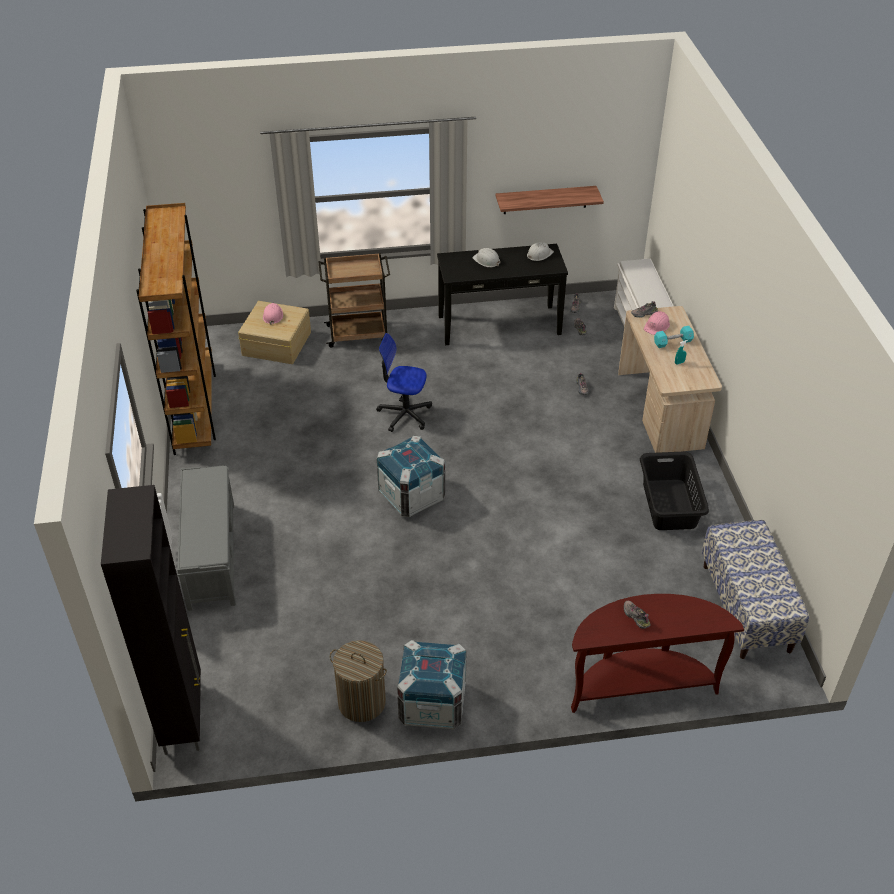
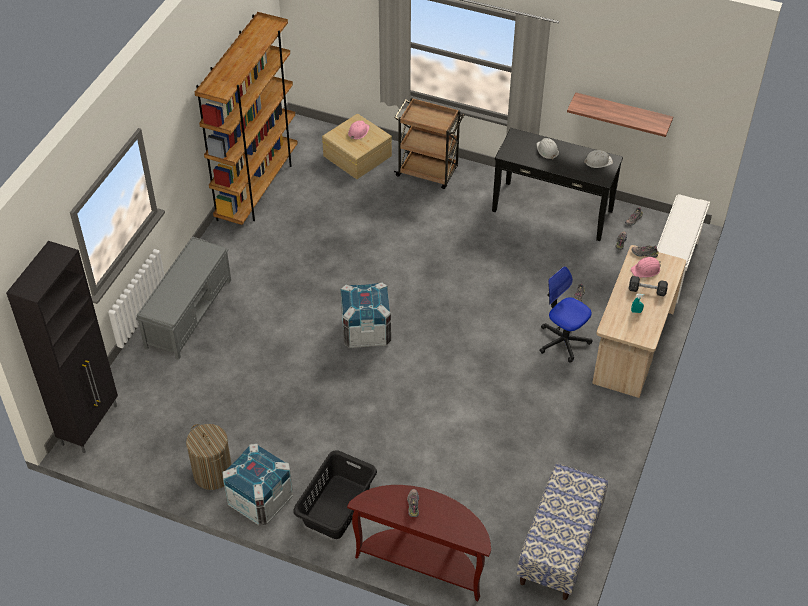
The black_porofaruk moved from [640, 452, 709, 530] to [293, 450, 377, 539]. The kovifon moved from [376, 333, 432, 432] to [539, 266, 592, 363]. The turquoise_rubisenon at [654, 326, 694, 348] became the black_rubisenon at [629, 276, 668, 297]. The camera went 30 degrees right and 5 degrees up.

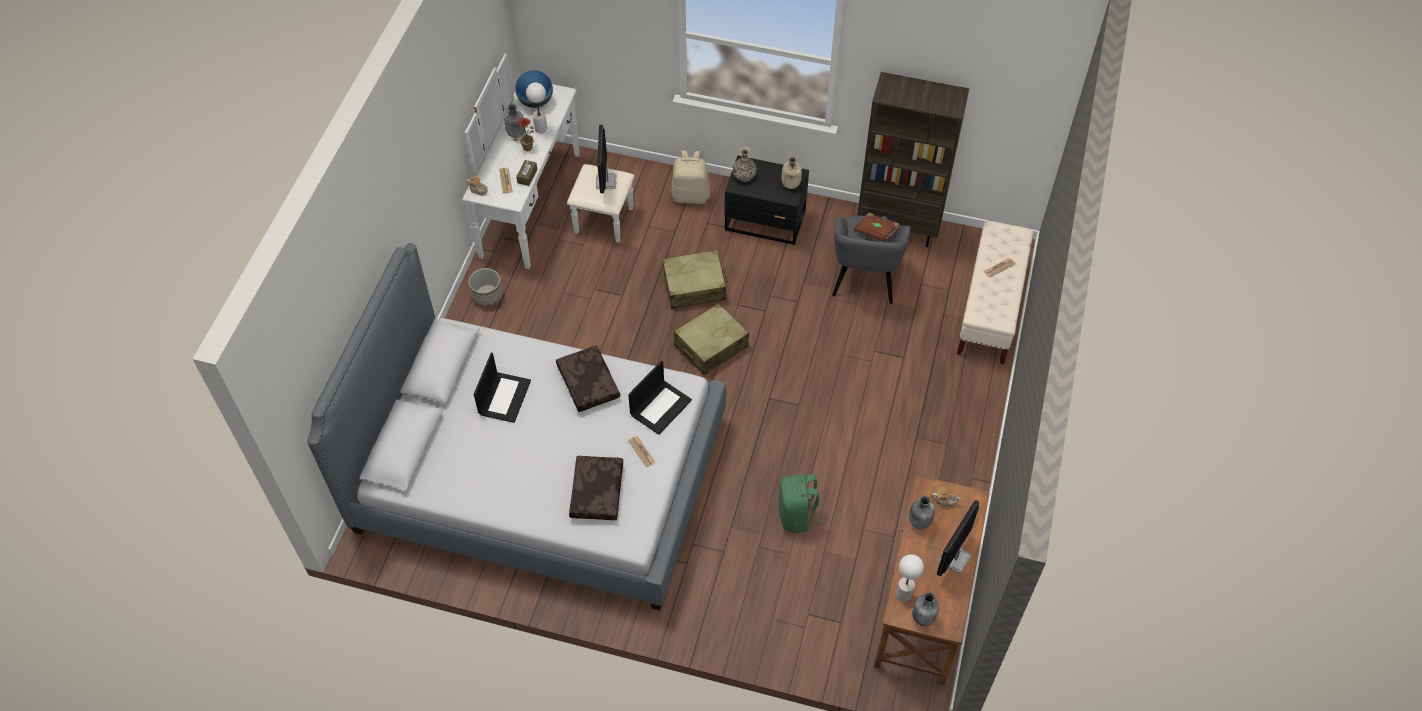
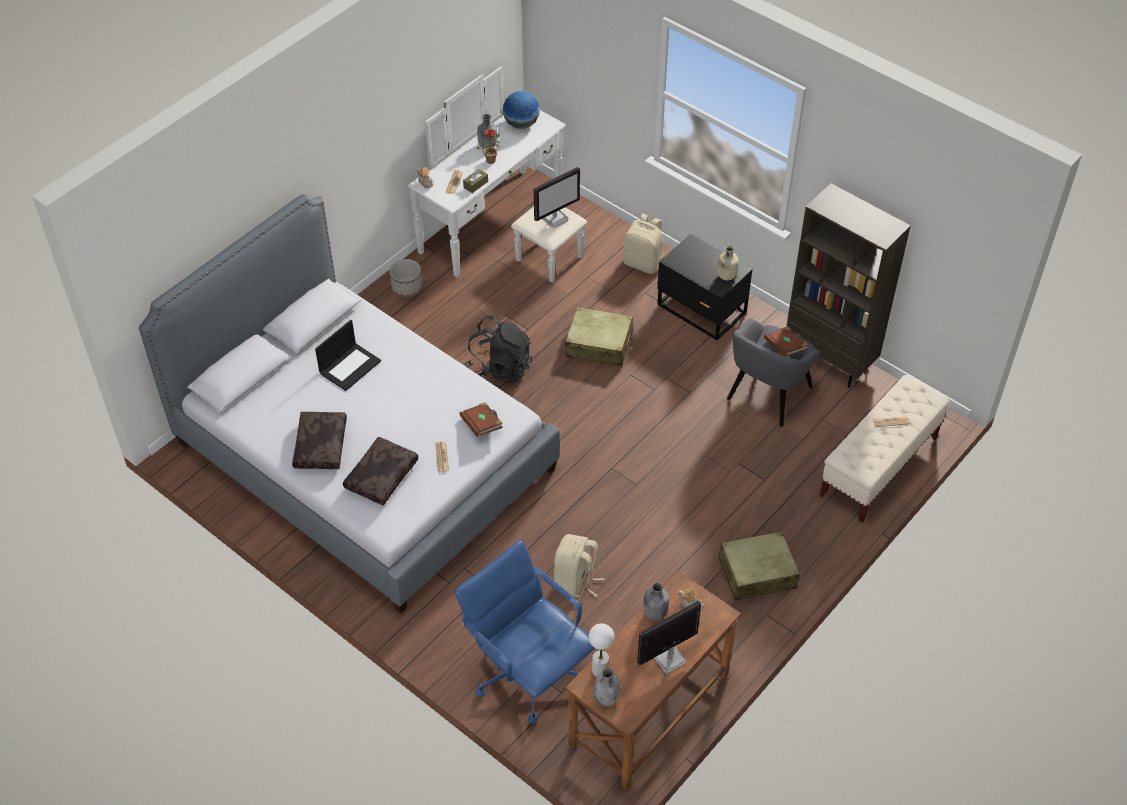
The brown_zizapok moved from [556, 345, 620, 412] to [292, 412, 347, 469]. The blue_kovifon at [455, 540, 595, 724] appeared. The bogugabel at [628, 360, 692, 435] was replaced by the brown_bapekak at [460, 402, 503, 437]. The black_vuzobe at [464, 316, 532, 383] appeared. The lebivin at [596, 125, 616, 193] turned 150 degrees counterclockwise. The green_vuzobe at [779, 473, 823, 533] became the beige_vuzobe at [554, 534, 604, 598]. The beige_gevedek moved from [674, 303, 749, 375] to [719, 531, 800, 601]. The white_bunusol at [526, 82, 547, 133] disappeared. The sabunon at [732, 146, 757, 182] disappeared. The camera went 25 degrees right and 5 degrees down.

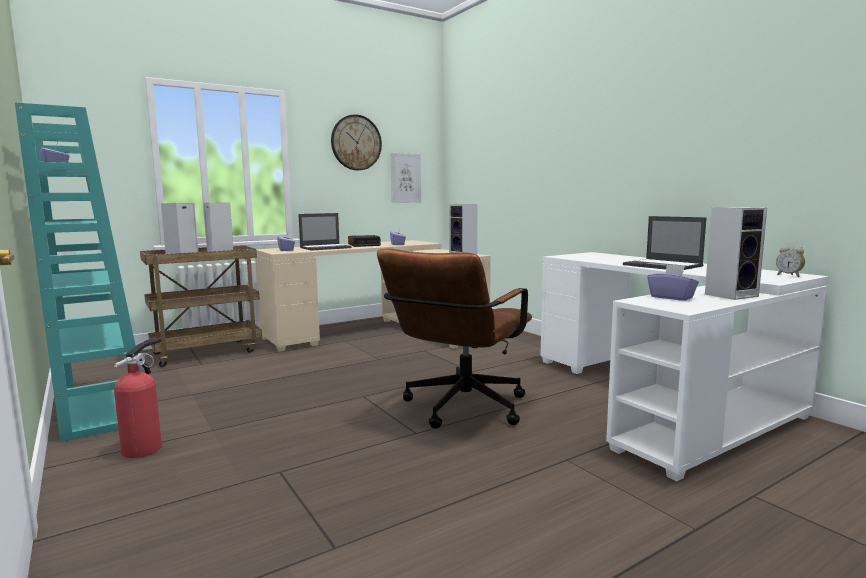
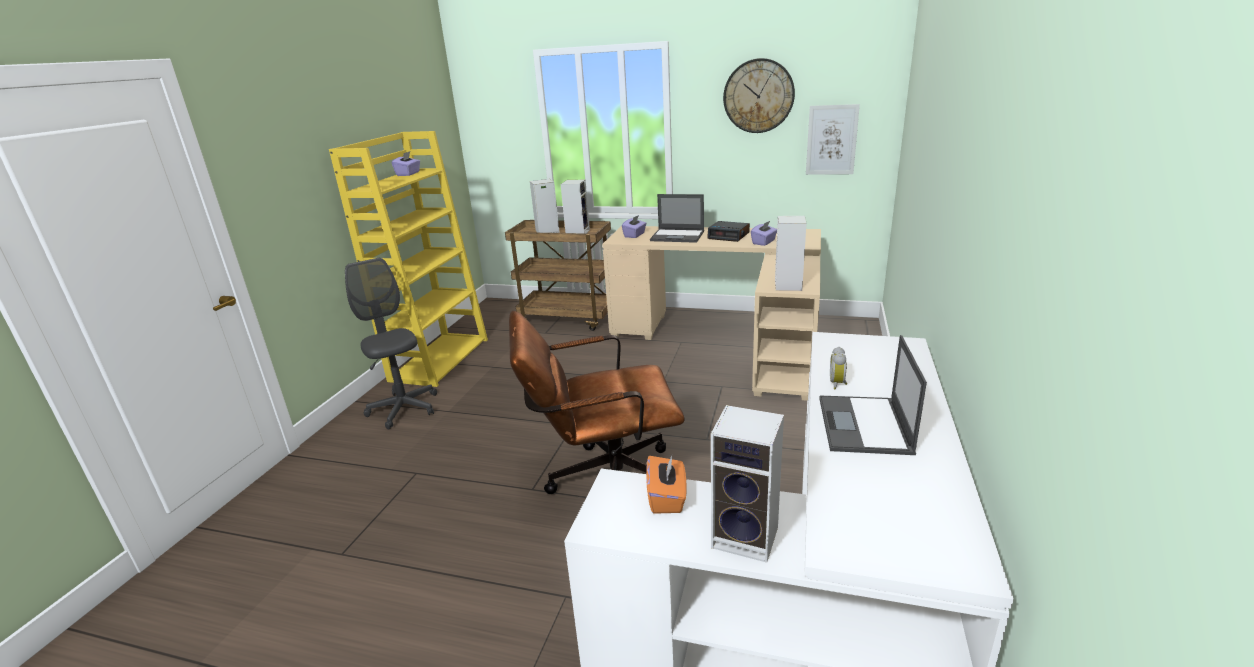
The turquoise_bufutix at [15, 102, 141, 442] became the yellow_bufutix at [329, 131, 488, 387]. The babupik at [114, 338, 162, 458] was replaced by the grey_kovifon at [345, 258, 437, 430]. The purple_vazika at [647, 264, 699, 301] became the orange_vazika at [646, 453, 687, 514]. The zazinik moved from [776, 246, 805, 277] to [830, 347, 847, 389]. The camera went 50 degrees right and 15 degrees up.

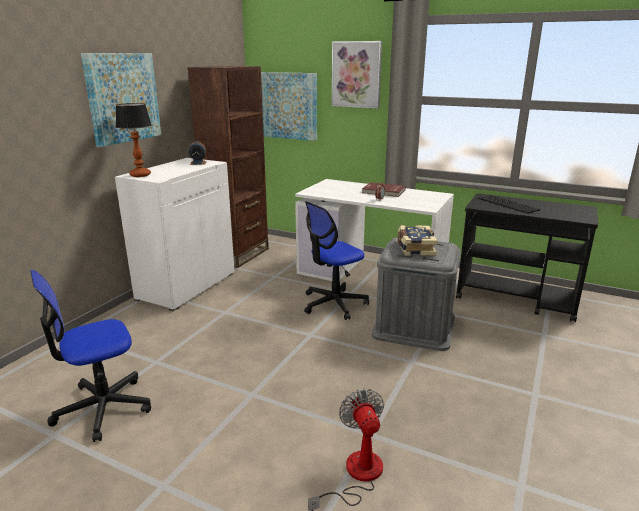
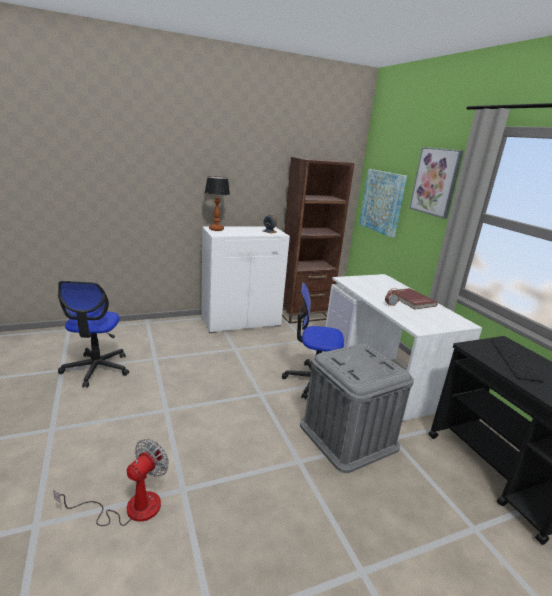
The kovifon at [30, 270, 151, 442] turned 105 degrees counterclockwise. The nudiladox at [81, 53, 161, 147] disappeared. The bapekak at [397, 225, 438, 256] disappeared. The camera went 40 degrees right and 0 degrees up.

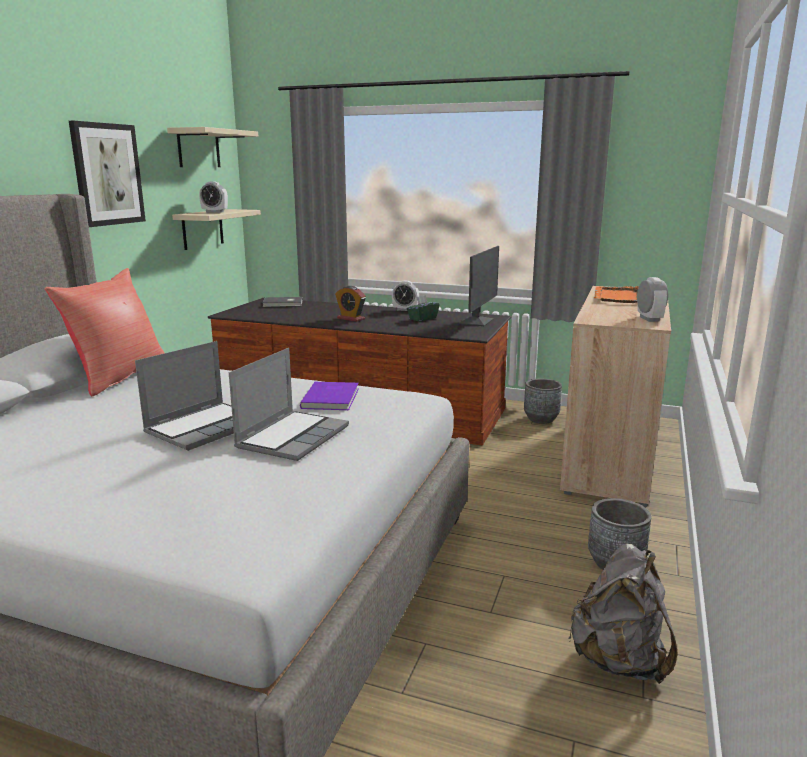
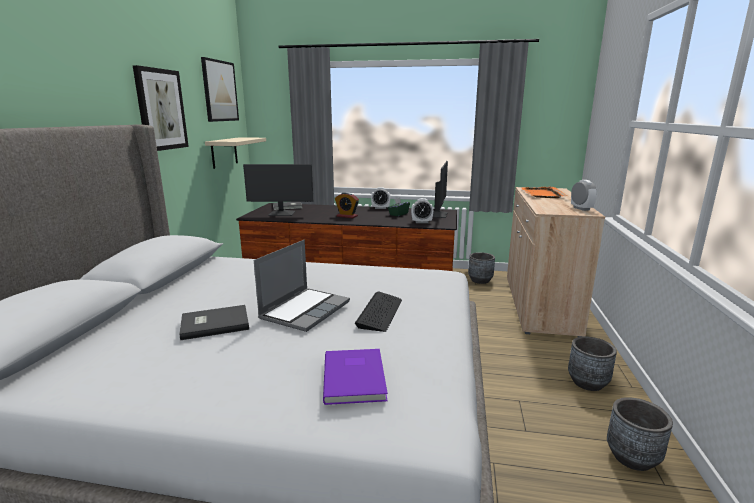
The grey_bapekak at [179, 305, 249, 340] appeared. The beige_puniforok at [167, 127, 258, 167] was replaced by the nudiladox at [201, 57, 239, 122]. The lebivin at [243, 164, 313, 216] appeared. The purple_bapekak moved from [300, 382, 359, 410] to [323, 349, 388, 405]. The bogugabel at [229, 348, 349, 461] was replaced by the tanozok at [355, 291, 402, 332]. The zazinik moved from [199, 181, 228, 213] to [411, 198, 433, 223]. The grey_vuzobe at [568, 544, 678, 684] was replaced by the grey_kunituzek at [607, 397, 673, 471]. The red_zizapok at [45, 268, 165, 397] disappeared. The camera went 10 degrees left and 0 degrees up.

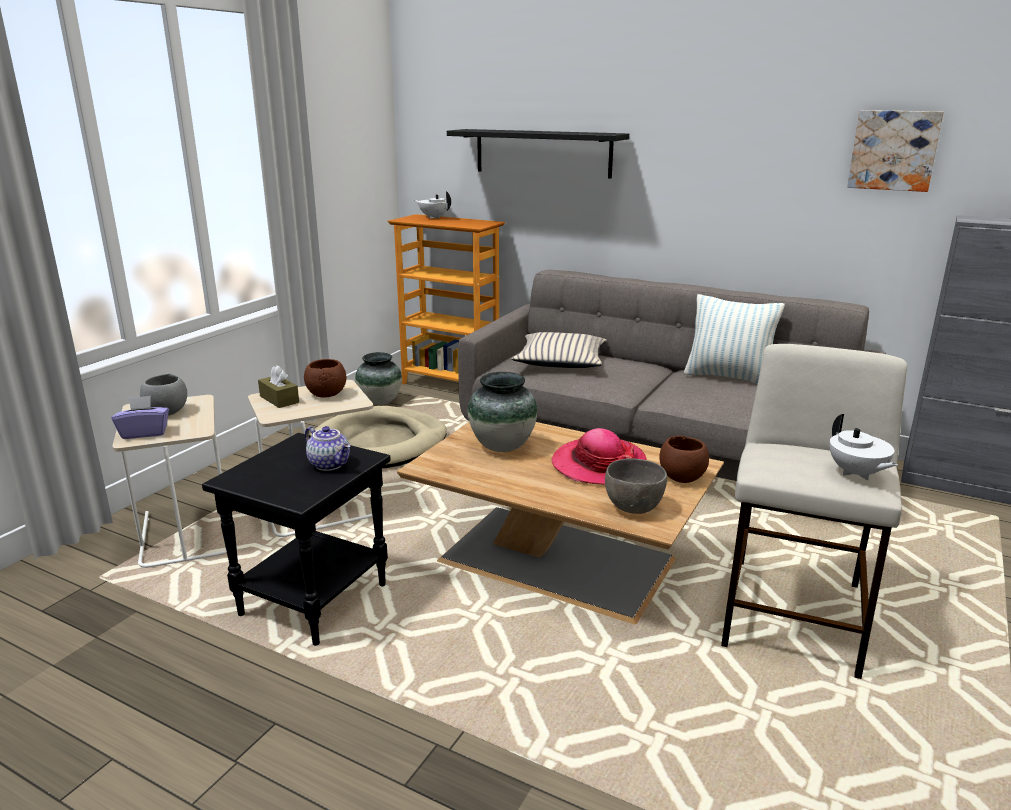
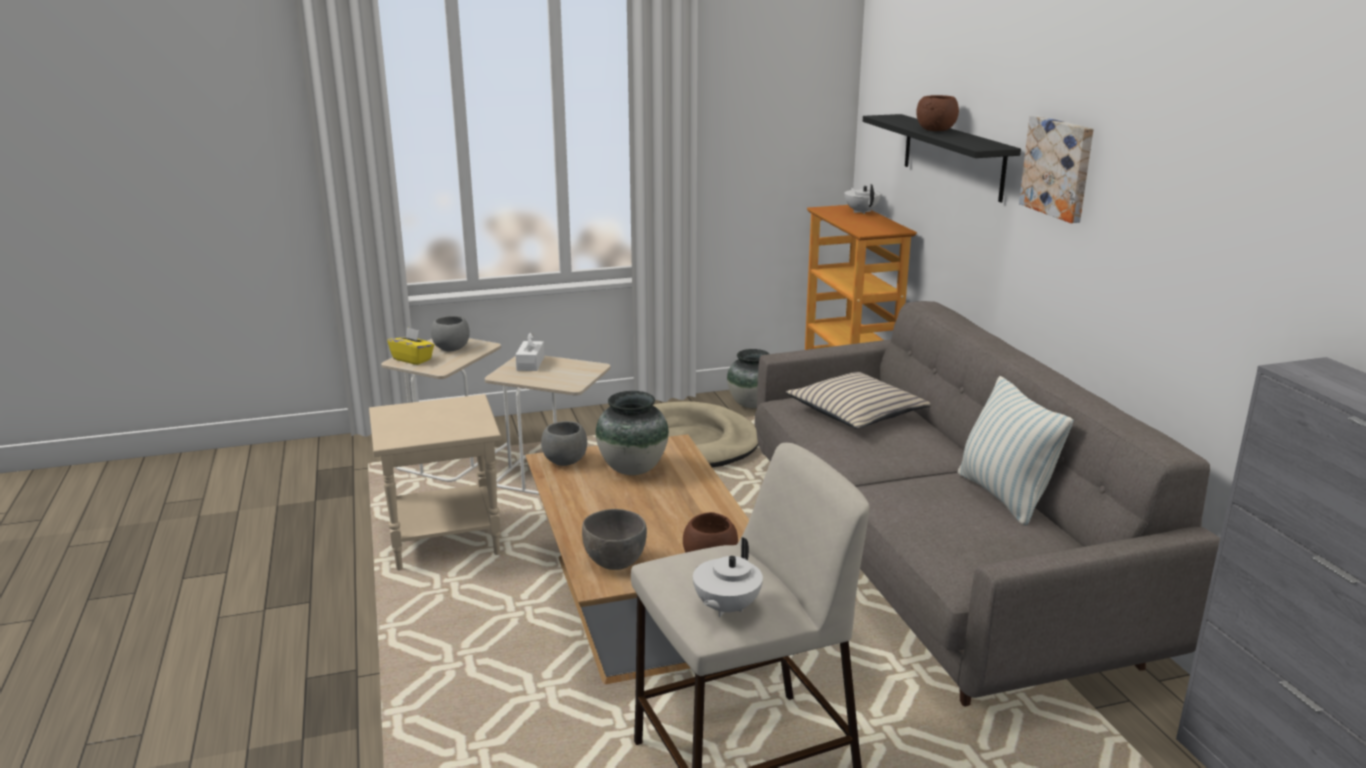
The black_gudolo at [202, 433, 391, 646] became the beige_gudolo at [369, 394, 501, 570]. The purple_vazika at [112, 396, 169, 439] became the yellow_vazika at [387, 327, 434, 365]. The brown_vazika at [258, 366, 299, 408] became the white_vazika at [515, 332, 544, 371]. The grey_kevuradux at [541, 421, 587, 466] appeared. The brown_kevuradux moved from [304, 359, 346, 397] to [916, 95, 959, 131]. The nudiladox moved from [847, 110, 944, 192] to [1019, 116, 1093, 223]. The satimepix at [305, 426, 350, 471] disappeared. The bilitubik at [552, 428, 647, 484] disappeared. The camera went 45 degrees right and 0 degrees up.

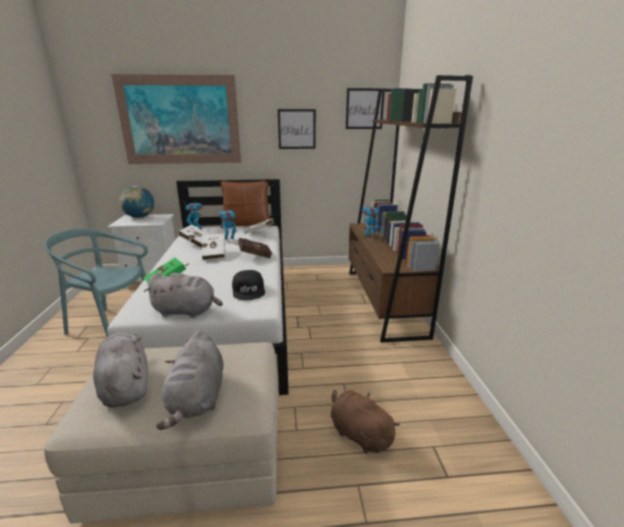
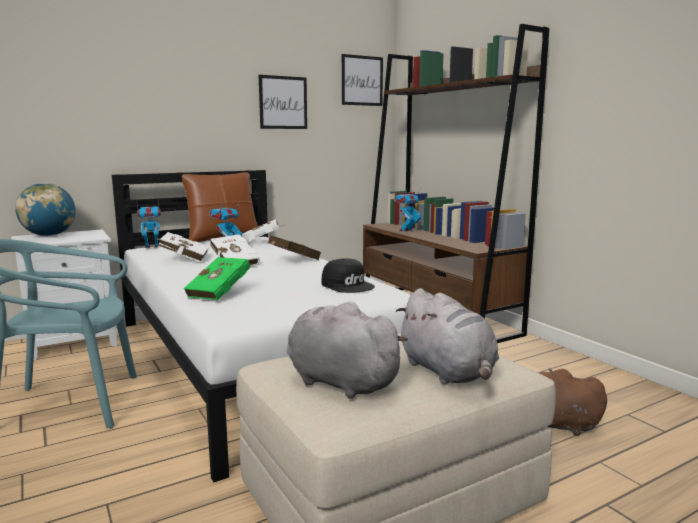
The nudiladox at [111, 74, 241, 164] disappeared. The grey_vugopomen at [144, 273, 223, 318] disappeared. The camera went 25 degrees left and 10 degrees down.

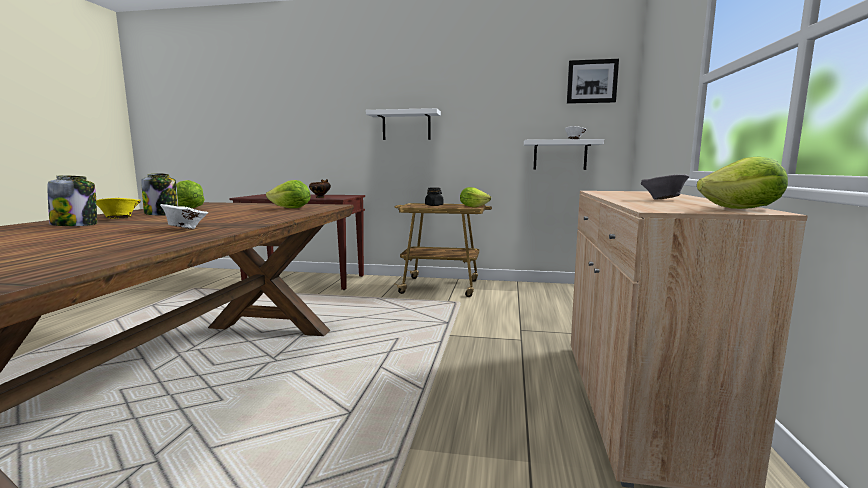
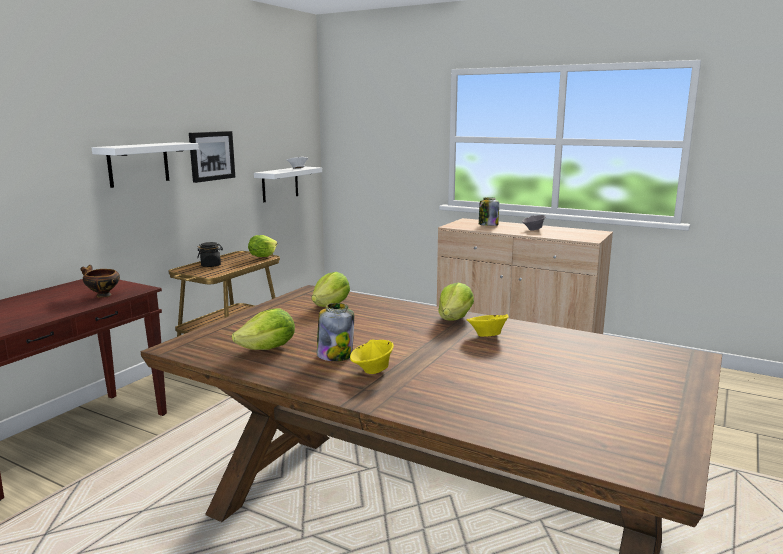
The nudiladox moved from [567, 59, 619, 104] to [189, 131, 235, 183]. The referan moved from [697, 156, 788, 209] to [439, 282, 474, 321]. The white_kevuradux at [160, 204, 208, 229] became the yellow_kevuradux at [466, 314, 509, 337]. The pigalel moved from [47, 175, 97, 226] to [479, 197, 499, 226]. The camera went 70 degrees left and 5 degrees up.

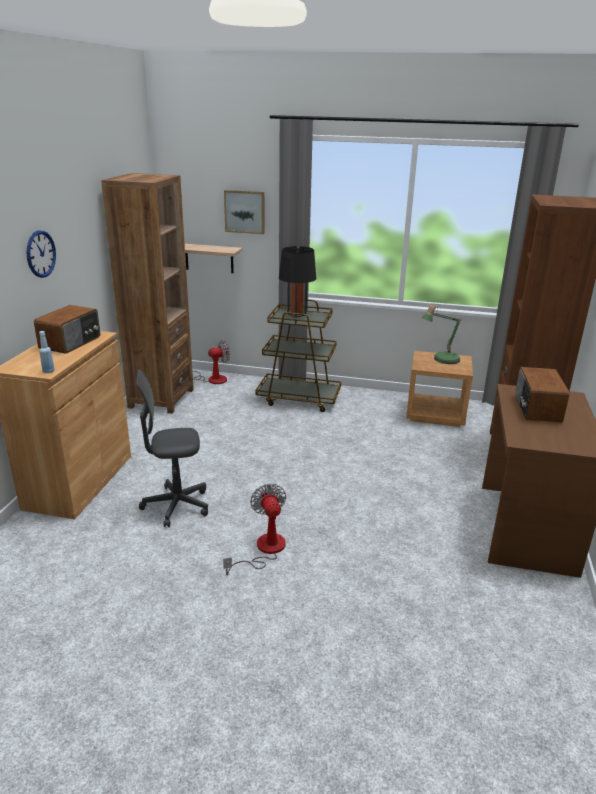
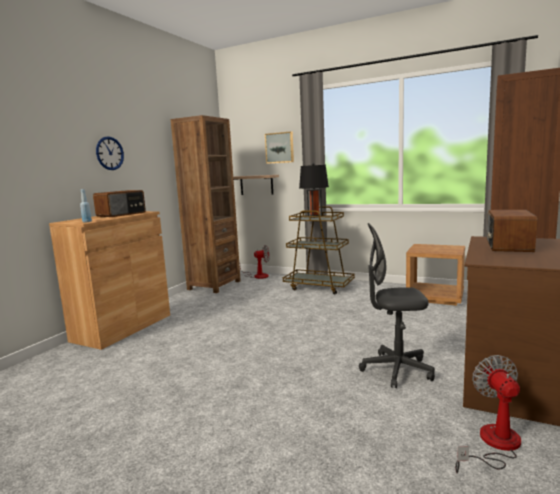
The grey_kovifon moved from [136, 370, 208, 527] to [359, 223, 435, 388]. The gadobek moved from [223, 483, 286, 576] to [455, 355, 521, 473]. The bunusol at [422, 305, 462, 364] disappeared. The camera went 15 degrees right and 15 degrees down.

